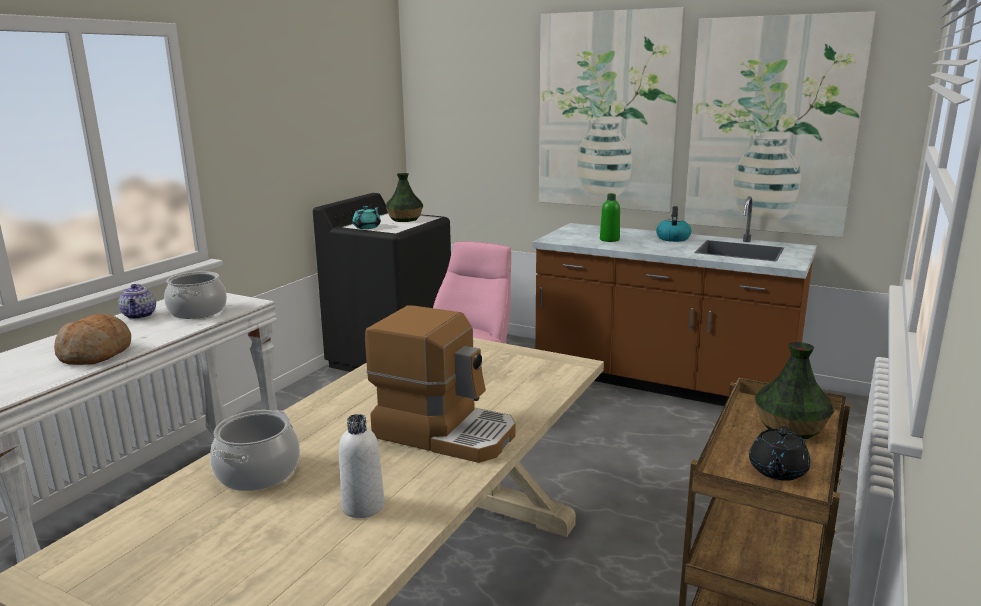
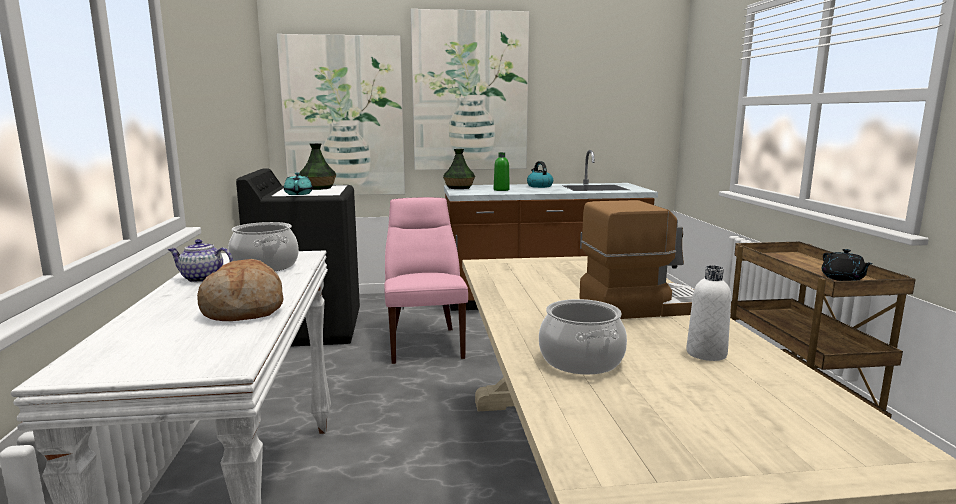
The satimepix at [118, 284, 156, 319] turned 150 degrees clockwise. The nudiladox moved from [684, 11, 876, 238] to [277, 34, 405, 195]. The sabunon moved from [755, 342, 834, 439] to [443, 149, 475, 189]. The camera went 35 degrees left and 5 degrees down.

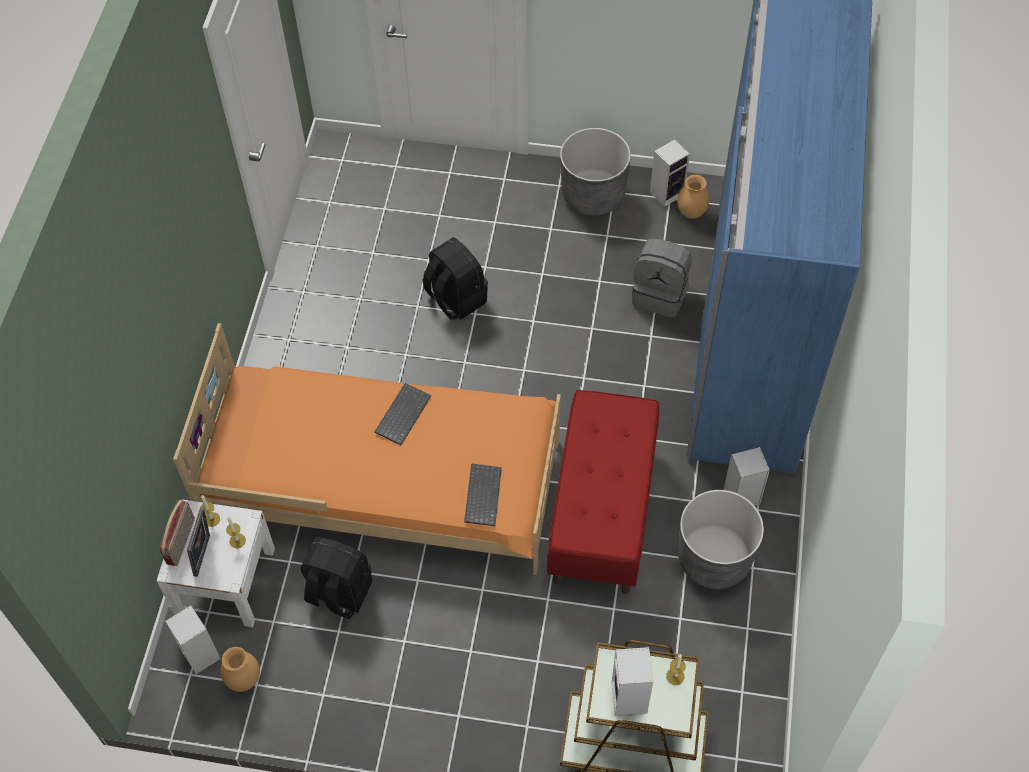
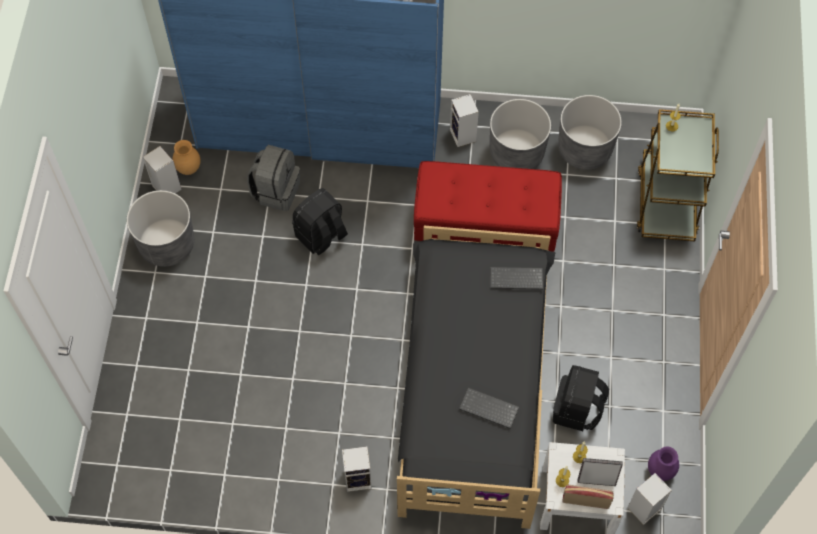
The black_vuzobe moved from [423, 237, 488, 320] to [292, 188, 348, 255]. The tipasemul moved from [612, 647, 653, 715] to [342, 447, 372, 492]. The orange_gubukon at [173, 323, 561, 575] became the black_gubukon at [397, 226, 556, 529]. The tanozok moved from [374, 383, 431, 445] to [459, 388, 519, 429]. The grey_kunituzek at [558, 95, 622, 170] appeared. The brown_sabunon at [220, 647, 260, 692] became the purple_sabunon at [648, 447, 679, 481]. The camera went 95 degrees left and 5 degrees up.

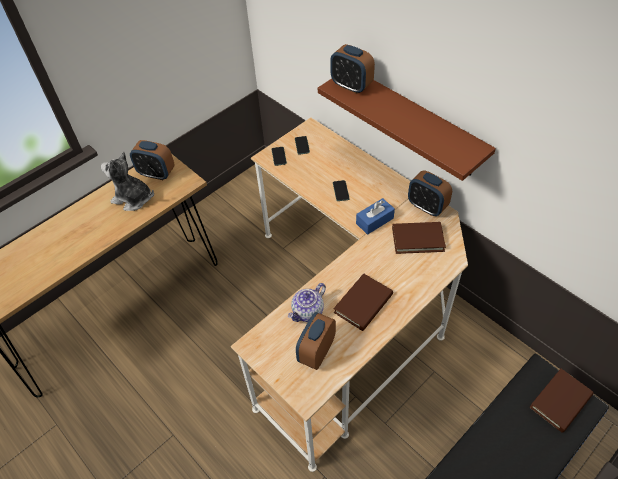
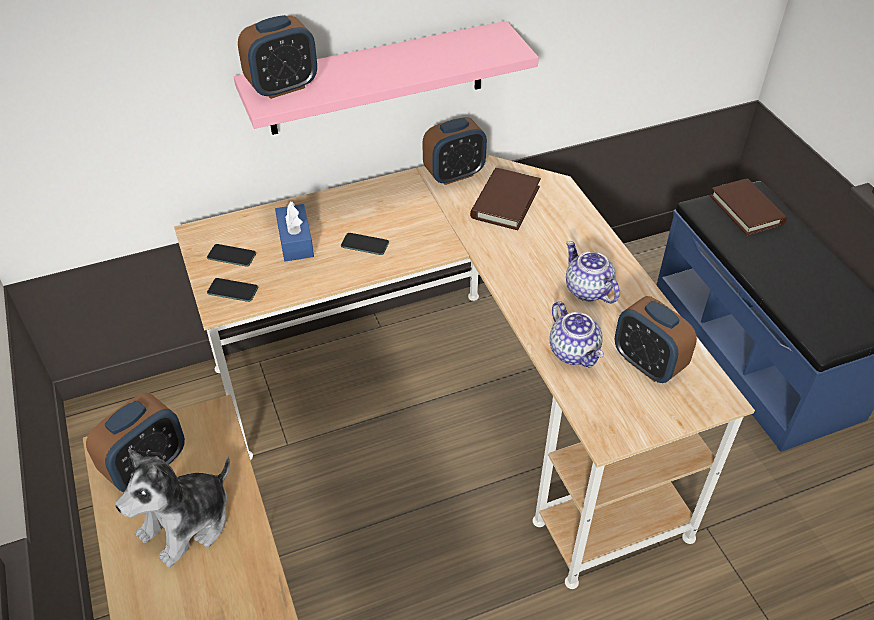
The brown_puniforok at [318, 79, 496, 181] became the pink_puniforok at [234, 21, 539, 135]. The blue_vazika moved from [356, 198, 395, 235] to [275, 201, 314, 262]. The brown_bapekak at [334, 274, 393, 331] was replaced by the satimepix at [566, 241, 620, 303]. The camera went 70 degrees left and 5 degrees down.

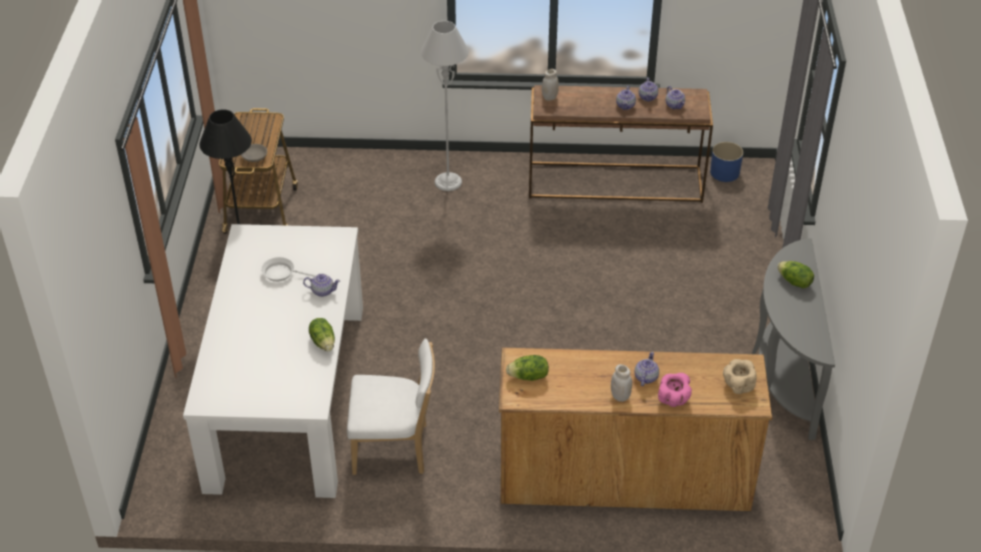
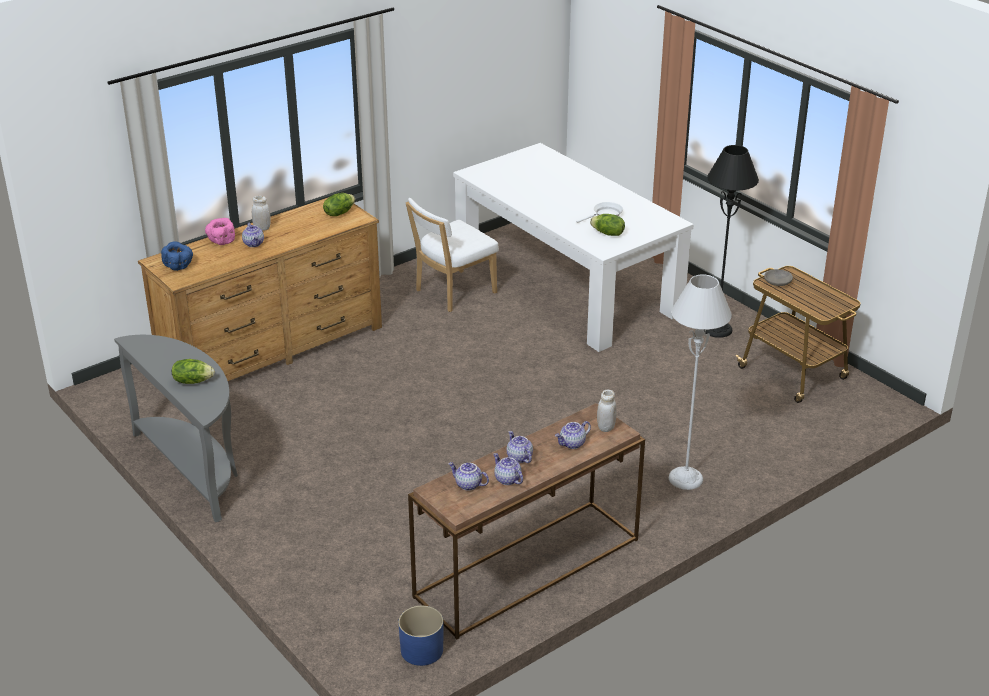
The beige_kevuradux at [723, 359, 757, 394] became the blue_kevuradux at [161, 241, 193, 271]. The satimepix moved from [303, 274, 340, 297] to [555, 421, 591, 449]. The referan moved from [309, 318, 335, 352] to [590, 214, 625, 236]. The camera went 140 degrees right and 10 degrees down.

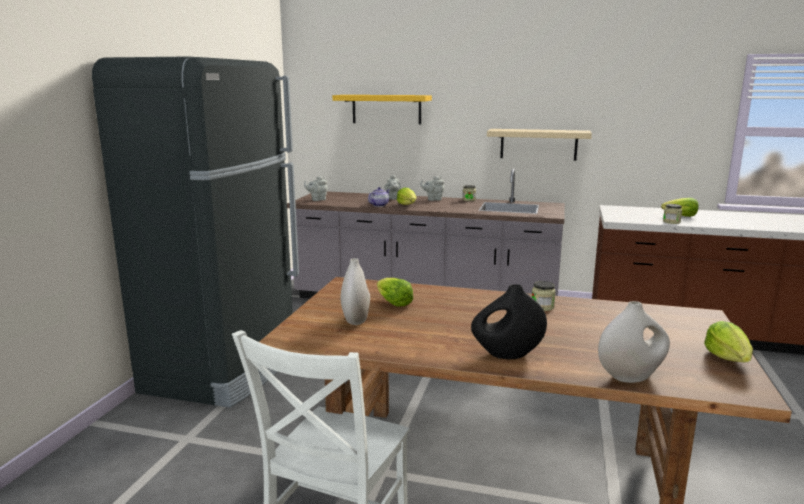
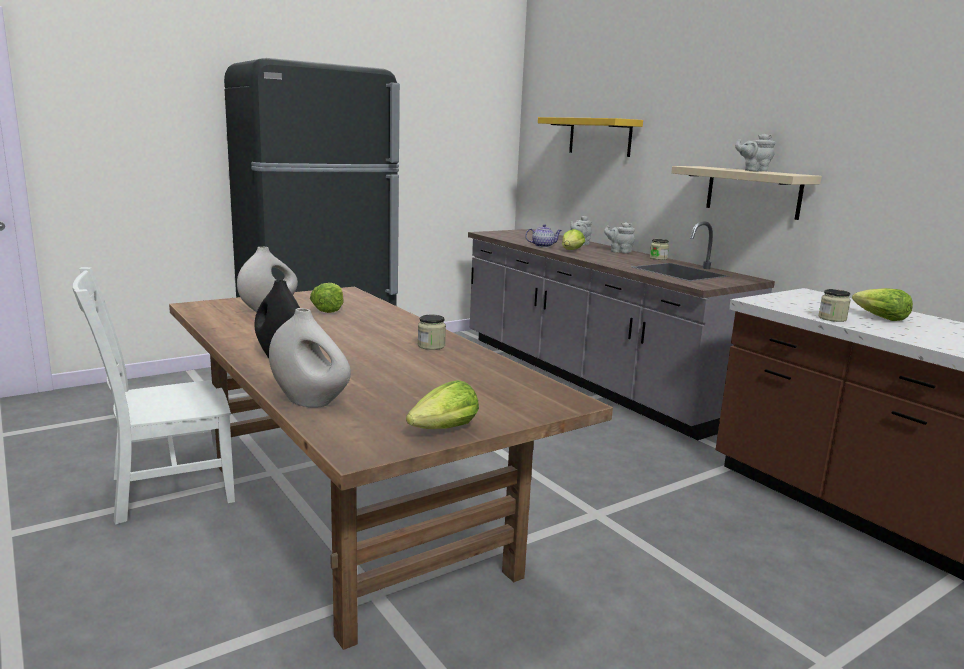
The grey_satimepix moved from [304, 176, 328, 201] to [735, 134, 775, 172]. The camera went 40 degrees right and 0 degrees up.

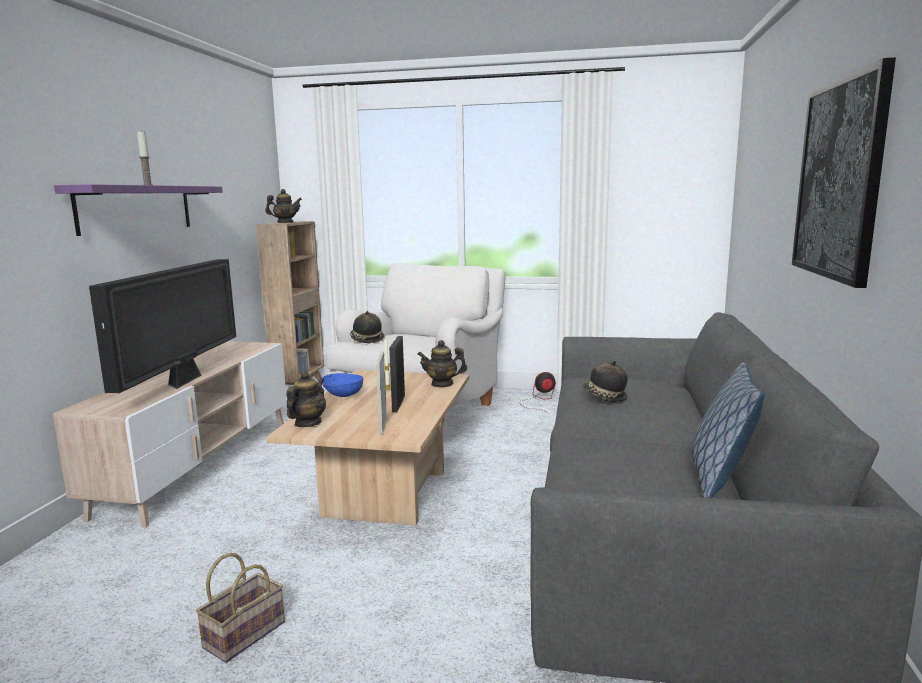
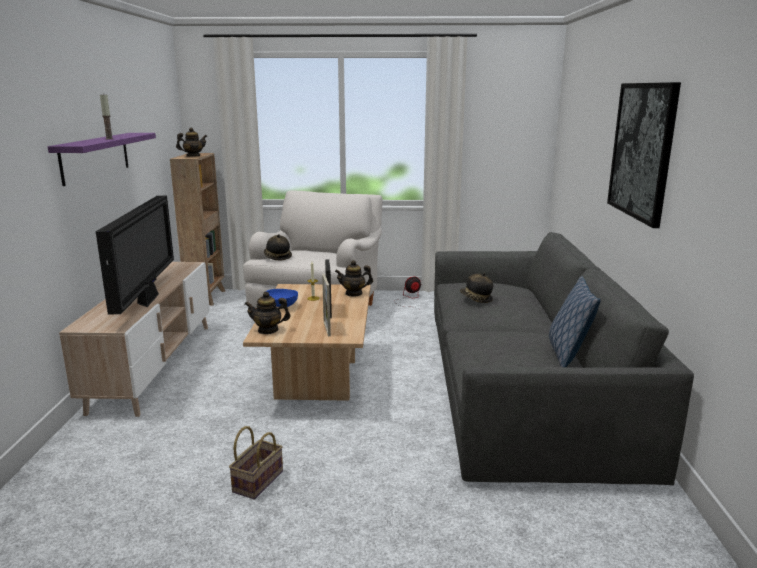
The satimepix at [286, 371, 326, 427] turned 105 degrees counterclockwise. The camera went 10 degrees left and 5 degrees up.

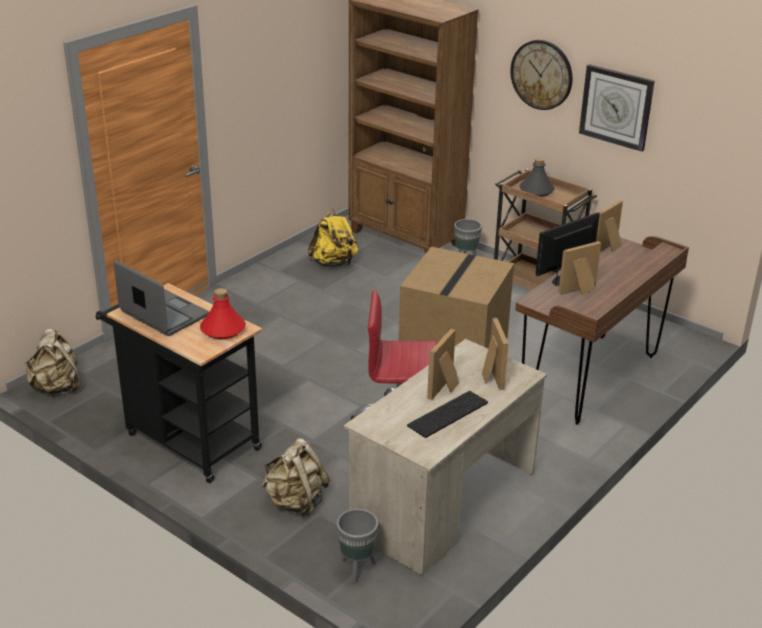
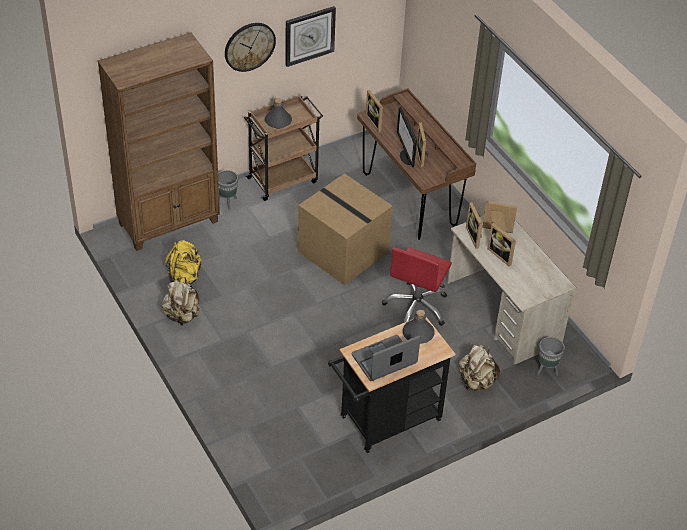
The beige_vuzobe moved from [25, 329, 79, 394] to [162, 277, 200, 326]. The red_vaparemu at [200, 288, 246, 339] became the grey_vaparemu at [403, 310, 435, 344]. The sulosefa at [466, 202, 483, 249] appeared. The tanozok at [407, 391, 488, 438] disappeared. The camera went 70 degrees left and 15 degrees up.

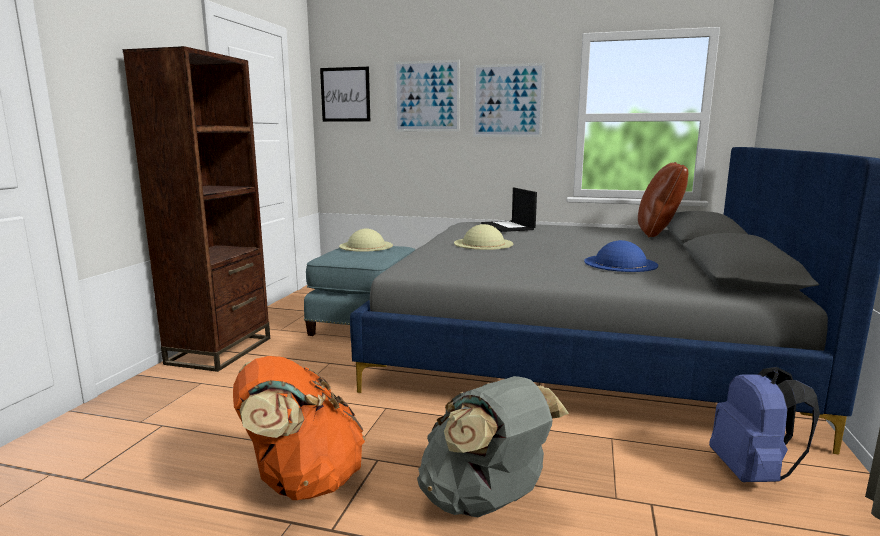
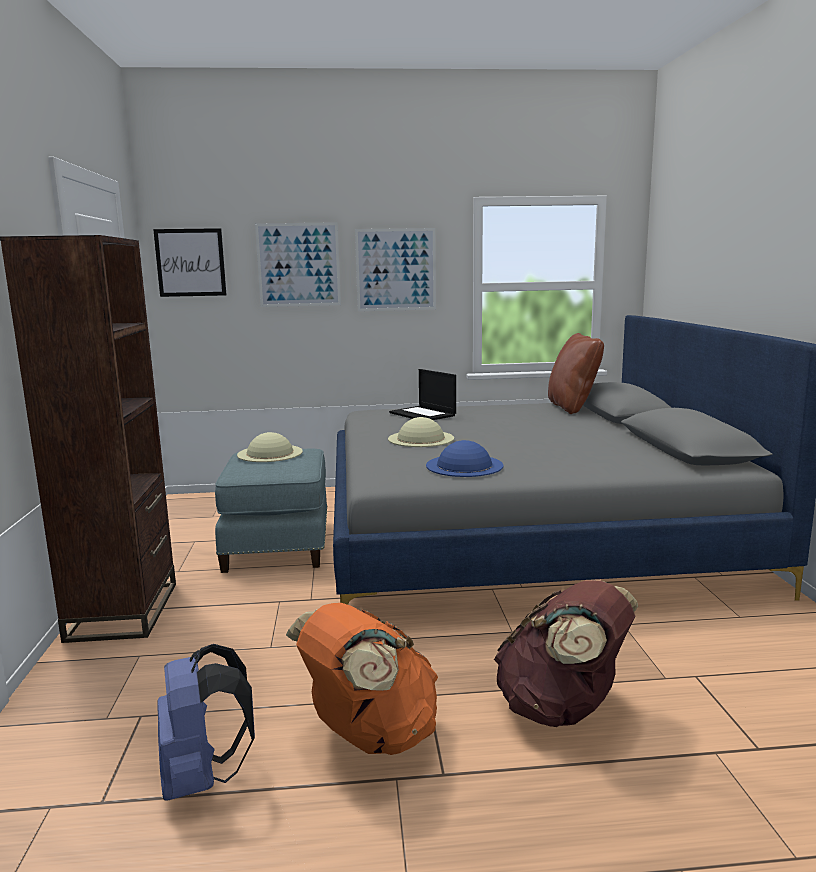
The blue_vuzobe moved from [709, 367, 820, 482] to [157, 644, 255, 801]. The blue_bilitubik moved from [584, 240, 658, 272] to [426, 440, 504, 477]. The grey_vuzobe at [417, 376, 569, 517] became the brown_vuzobe at [494, 580, 638, 727]. The camera went 20 degrees left and 0 degrees up.

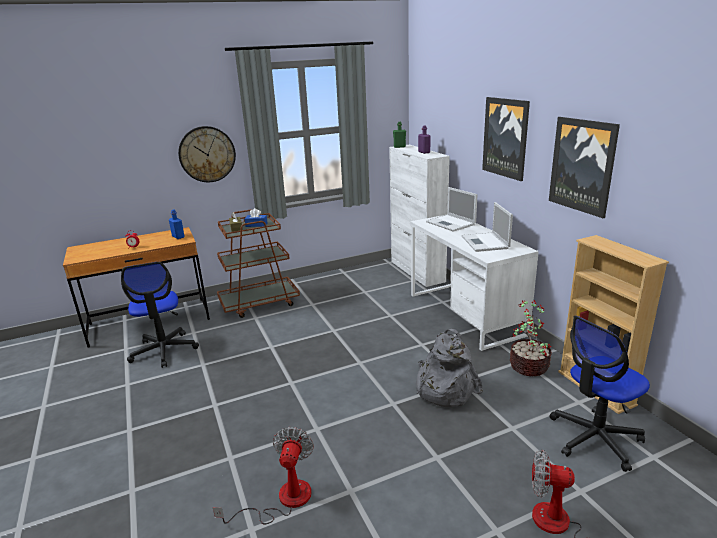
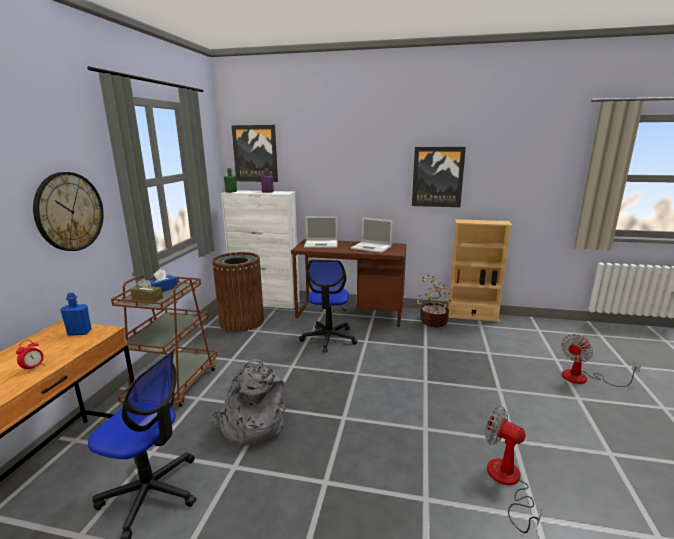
The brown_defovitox at [212, 252, 264, 332] appeared. The grey_vuzobe moved from [416, 329, 483, 407] to [212, 359, 286, 446]. The nudiladox moved from [482, 97, 530, 181] to [231, 125, 278, 182]. The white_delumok at [410, 215, 539, 351] became the brown_delumok at [291, 239, 406, 327]. The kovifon moved from [550, 316, 650, 472] to [299, 260, 358, 353]. The camera went 55 degrees left and 5 degrees down.

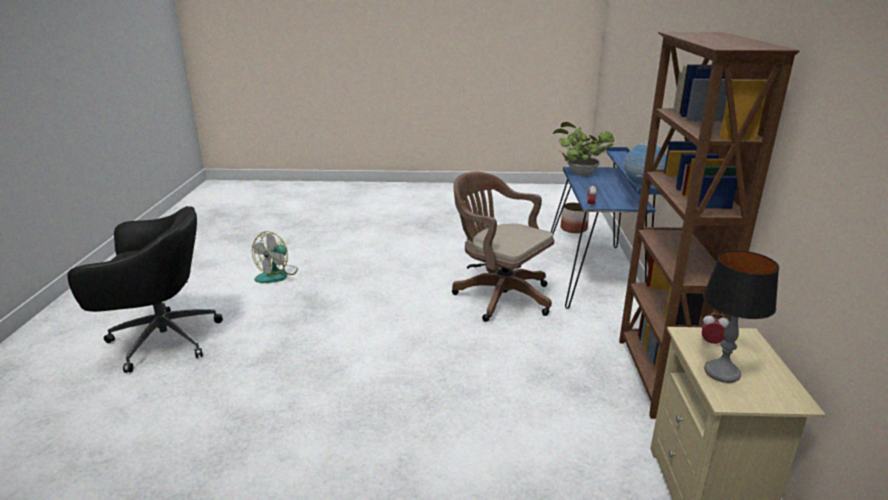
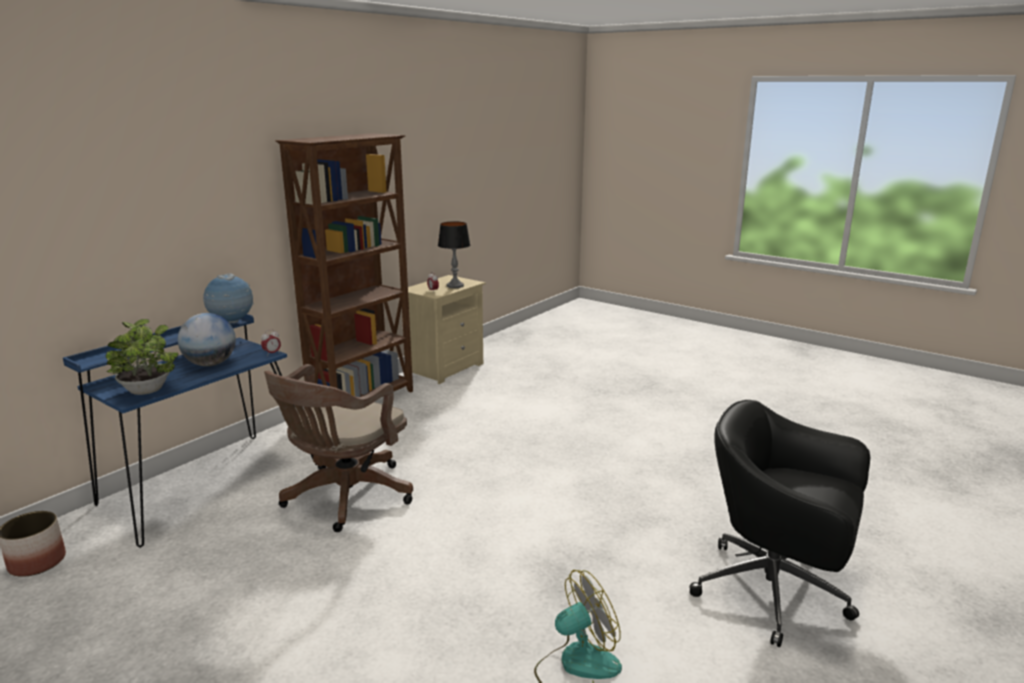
The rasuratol at [178, 313, 236, 366] appeared. The brown_kovifon at [452, 172, 554, 322] turned 45 degrees clockwise. The camera went 145 degrees left and 5 degrees down.

